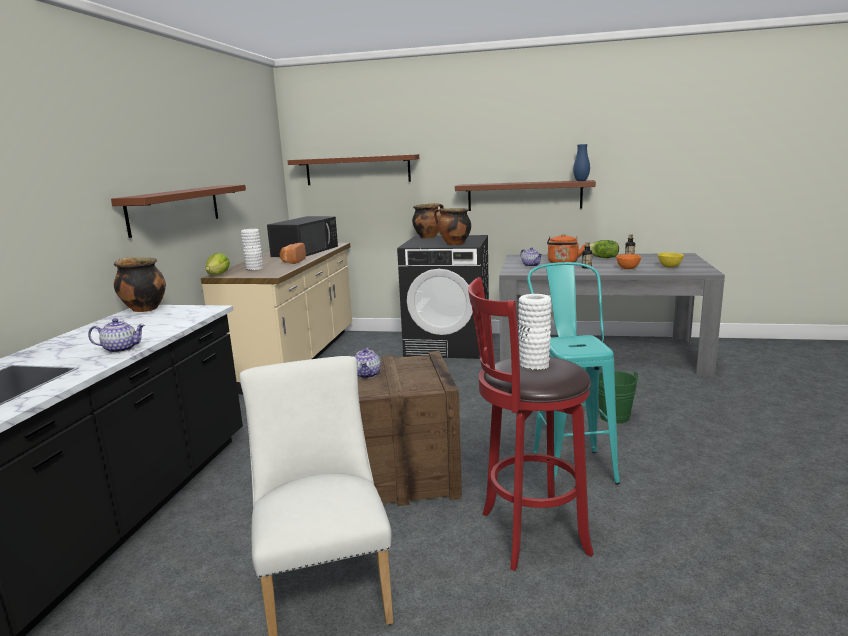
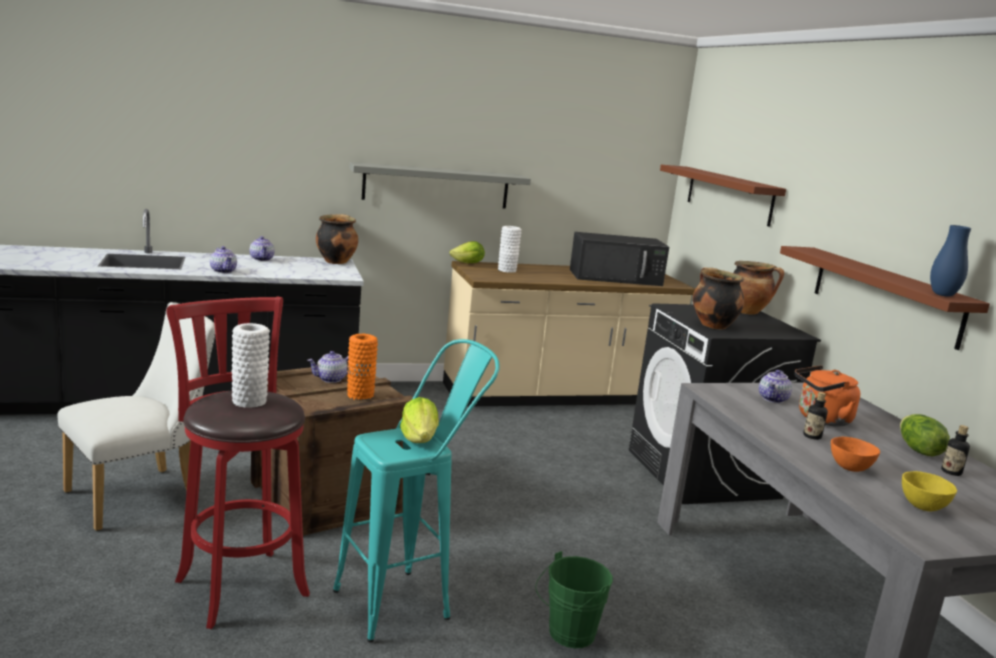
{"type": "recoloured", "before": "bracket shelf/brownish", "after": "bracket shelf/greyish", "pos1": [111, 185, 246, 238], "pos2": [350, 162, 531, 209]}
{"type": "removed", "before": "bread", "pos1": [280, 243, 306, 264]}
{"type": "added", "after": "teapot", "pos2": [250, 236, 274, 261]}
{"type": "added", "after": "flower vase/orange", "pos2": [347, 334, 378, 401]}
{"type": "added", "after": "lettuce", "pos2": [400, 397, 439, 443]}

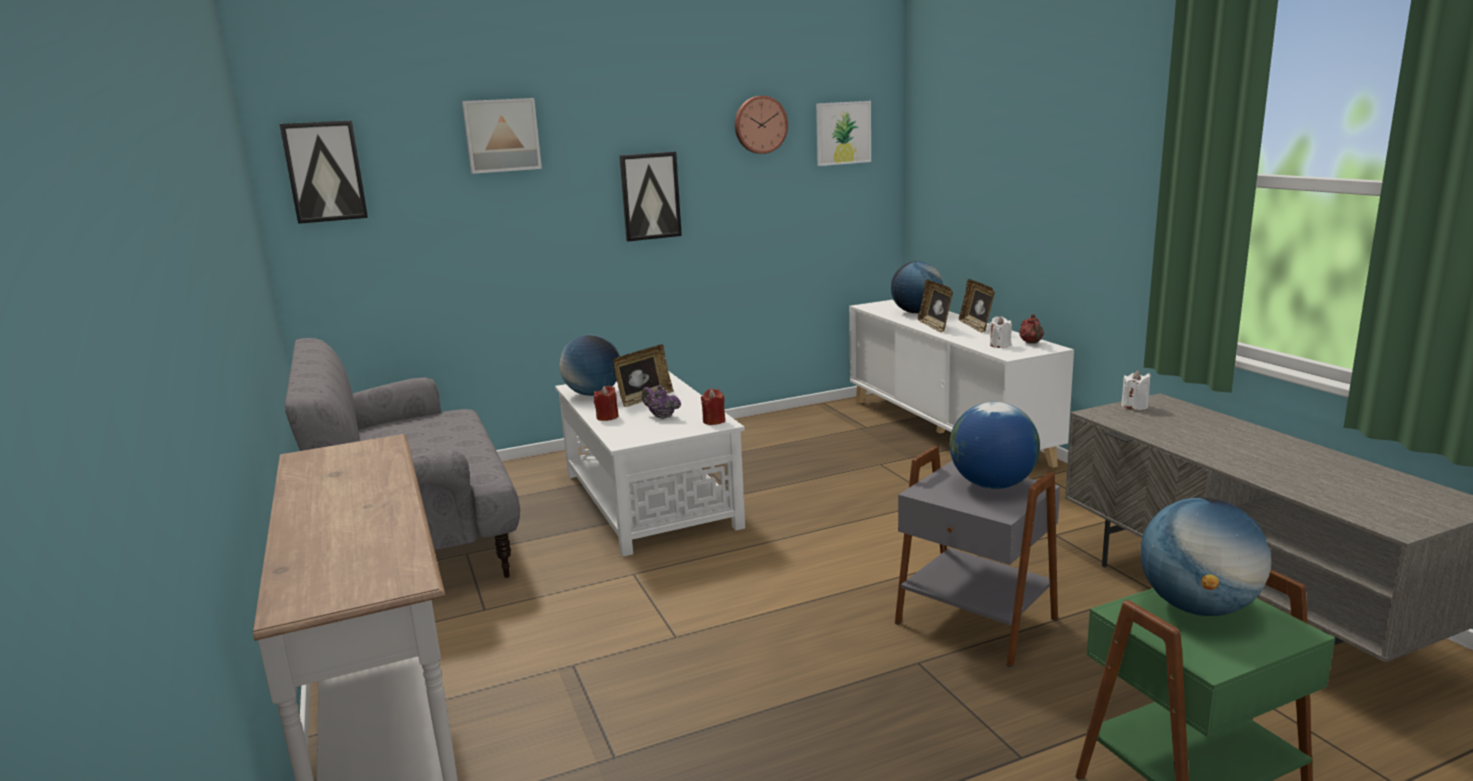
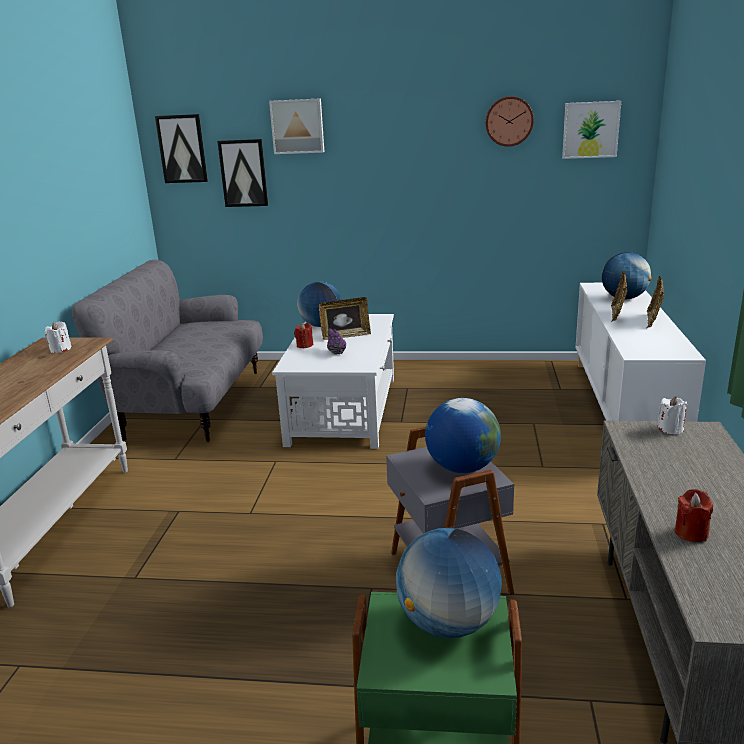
{"type": "moved", "before": "picture", "pos1": [619, 152, 682, 241], "pos2": [217, 139, 268, 207]}
{"type": "removed", "before": "teapot/red", "pos1": [1019, 314, 1044, 344]}
{"type": "moved", "before": "wax candle/white-coloured", "pos1": [989, 316, 1012, 348], "pos2": [45, 321, 71, 353]}
{"type": "moved", "before": "wax candle/red", "pos1": [701, 389, 725, 425], "pos2": [675, 489, 713, 542]}

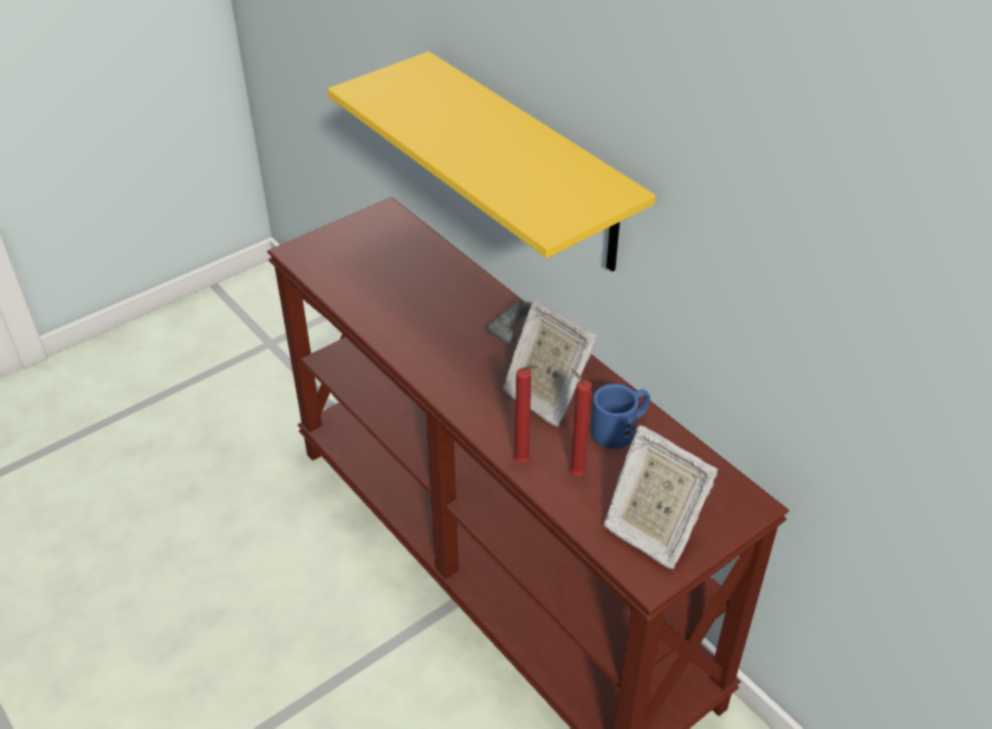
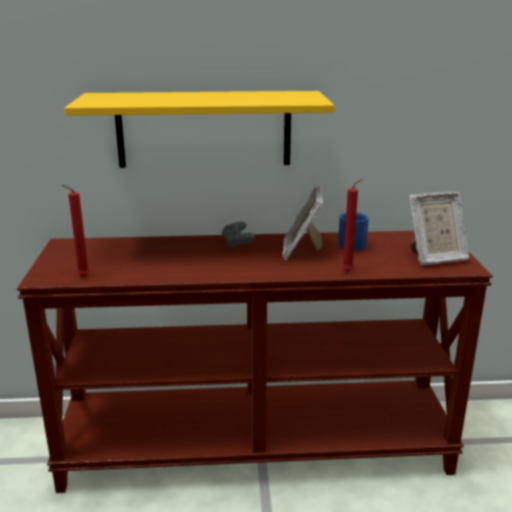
{"type": "turned", "before": "picture frame", "pos1": [502, 299, 597, 427], "pos2": [282, 185, 323, 260], "turn": 105}
{"type": "moved", "before": "wax candle/red", "pos1": [569, 368, 592, 476], "pos2": [62, 185, 89, 276]}

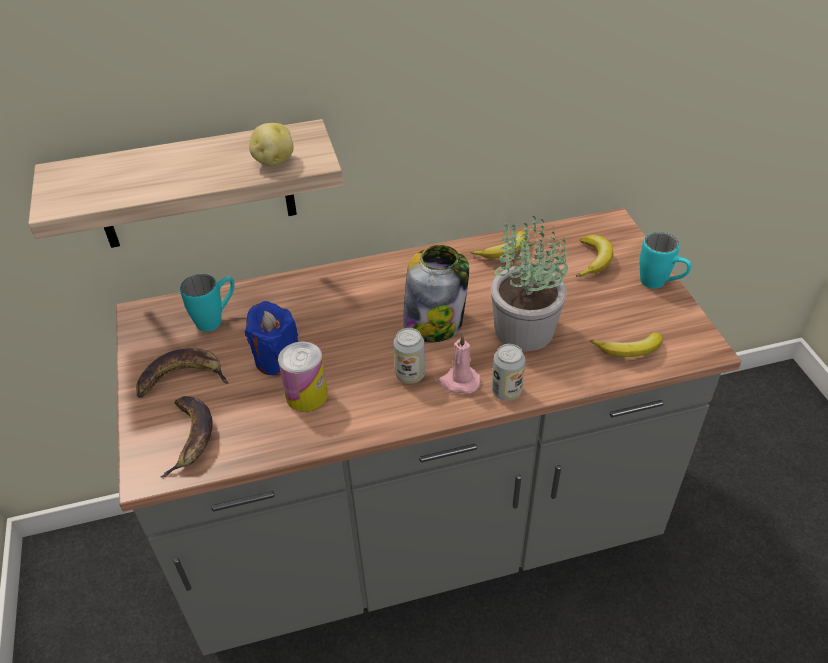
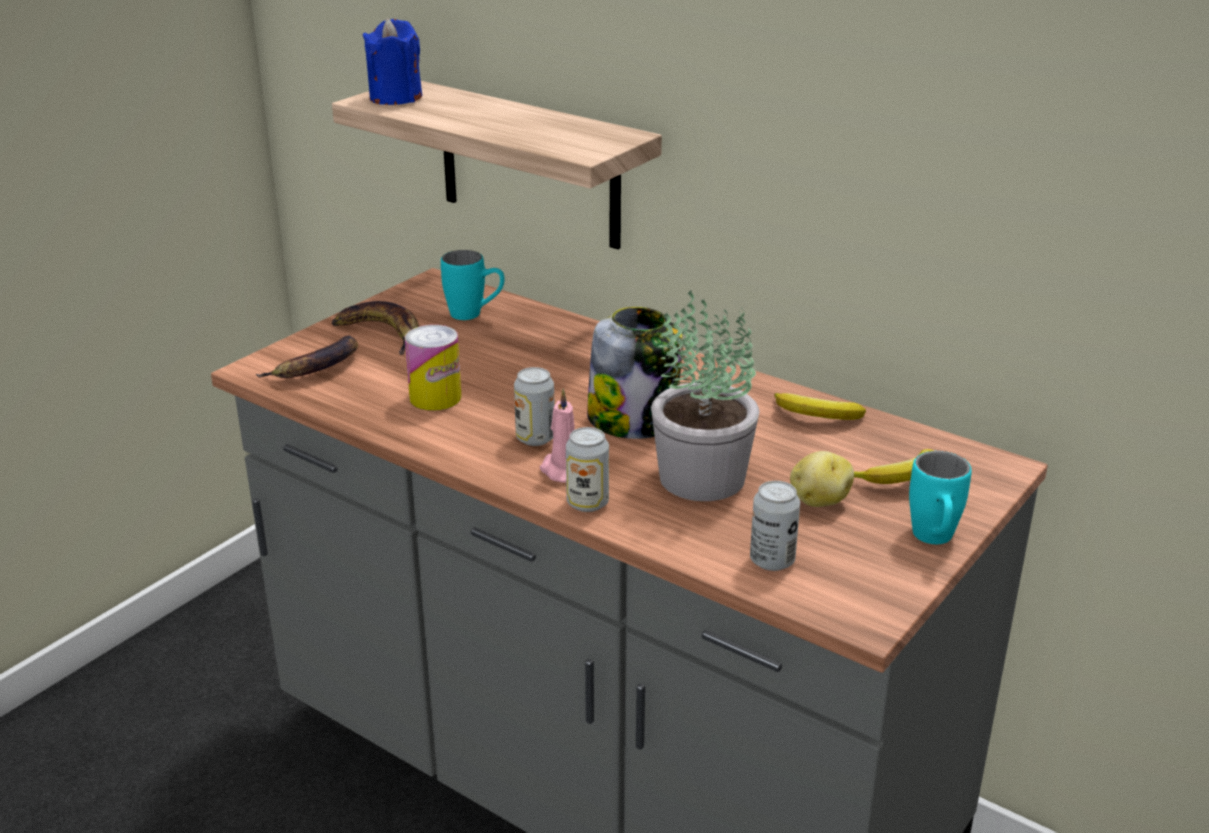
{"type": "moved", "before": "potato", "pos1": [249, 123, 294, 167], "pos2": [790, 451, 854, 507]}
{"type": "moved", "before": "wax candle/bluish", "pos1": [245, 301, 299, 375], "pos2": [363, 18, 422, 105]}
{"type": "replaced", "before": "banana fruit", "after": "can", "pos1": [590, 332, 663, 357], "pos2": [750, 481, 800, 571]}

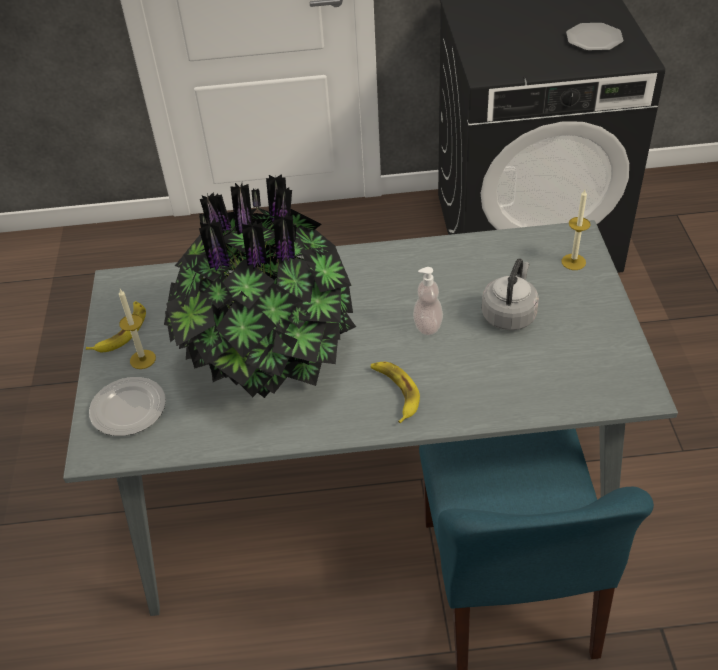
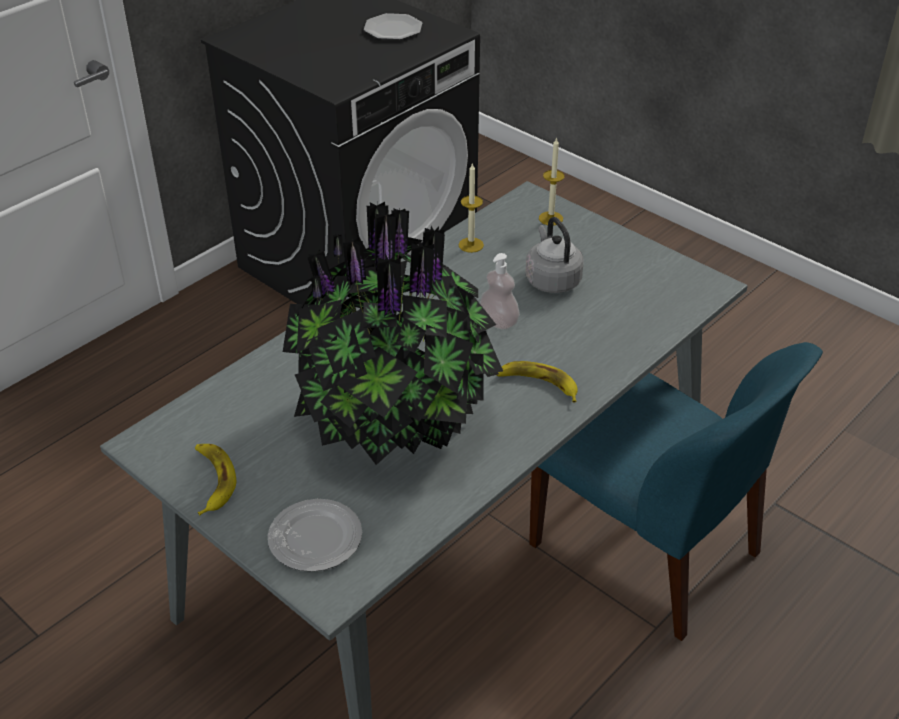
{"type": "moved", "before": "wax candle", "pos1": [119, 289, 156, 369], "pos2": [458, 163, 484, 253]}

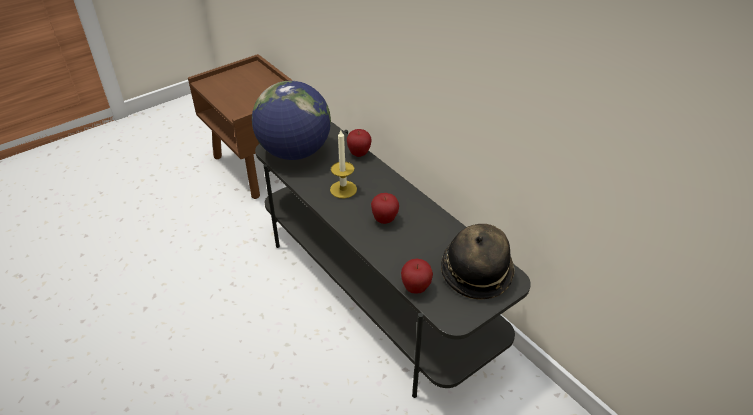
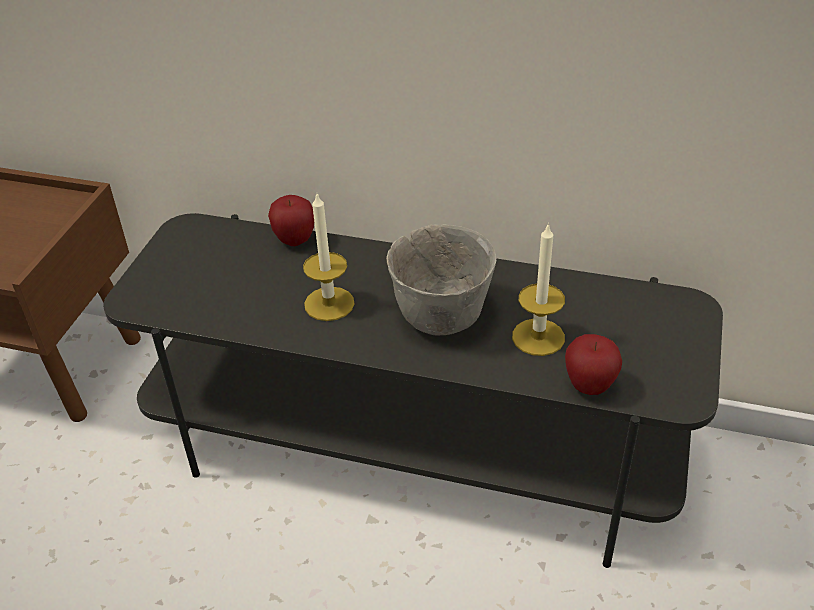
{"type": "removed", "before": "world globe", "pos1": [252, 81, 331, 160]}
{"type": "replaced", "before": "whole apple", "after": "serving bowl/greyish", "pos1": [371, 193, 399, 224], "pos2": [386, 224, 496, 336]}
{"type": "removed", "before": "hat", "pos1": [441, 224, 514, 300]}
{"type": "added", "after": "wax candle", "pos2": [512, 223, 565, 356]}

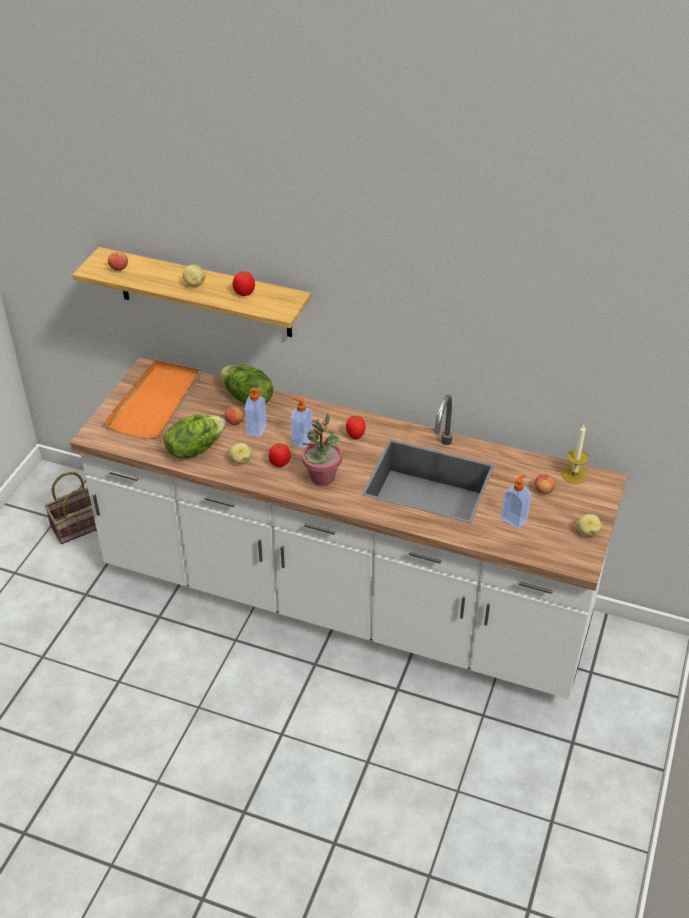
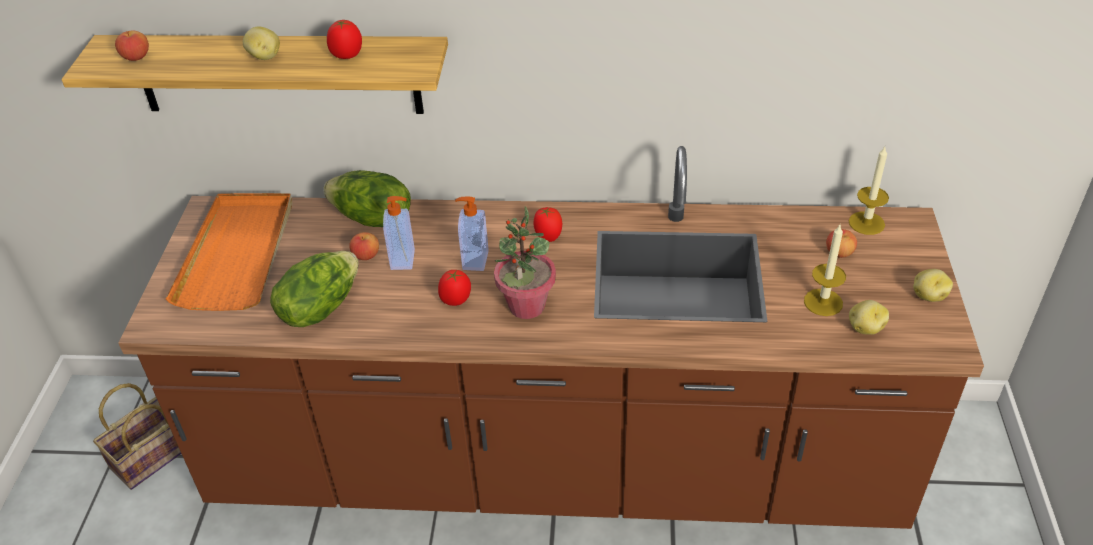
{"type": "recoloured", "before": "kitchen counter/white-coloured", "after": "kitchen counter/brownish", "pos1": [70, 357, 627, 699], "pos2": [119, 146, 984, 529]}
{"type": "moved", "before": "potato", "pos1": [228, 443, 252, 464], "pos2": [849, 300, 889, 335]}
{"type": "replaced", "before": "soap dispenser", "after": "wax candle", "pos1": [501, 474, 531, 529], "pos2": [804, 225, 846, 316]}

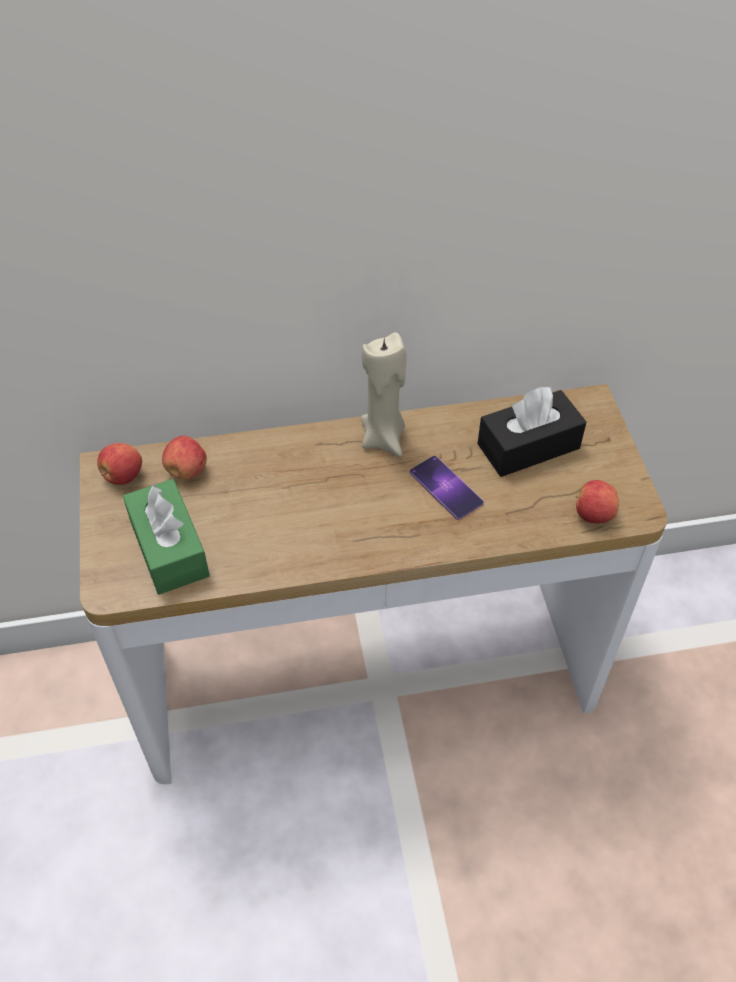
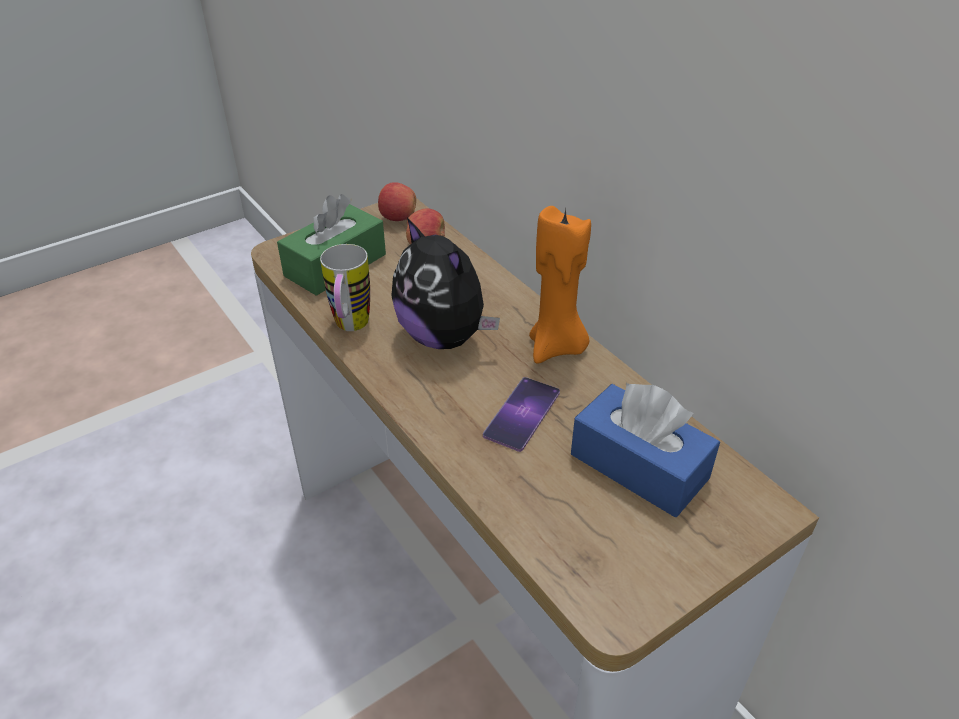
{"type": "recoloured", "before": "wax candle/beige-coloured", "after": "wax candle/orange", "pos1": [361, 333, 406, 457], "pos2": [529, 206, 591, 364]}
{"type": "recoloured", "before": "tissue box/black-coloured", "after": "tissue box/bluish", "pos1": [478, 387, 587, 477], "pos2": [571, 383, 720, 517]}
{"type": "removed", "before": "whole apple", "pos1": [576, 480, 619, 523]}
{"type": "added", "after": "soft toy", "pos2": [391, 218, 500, 349]}
{"type": "added", "after": "coffee mug", "pos2": [320, 244, 370, 331]}

